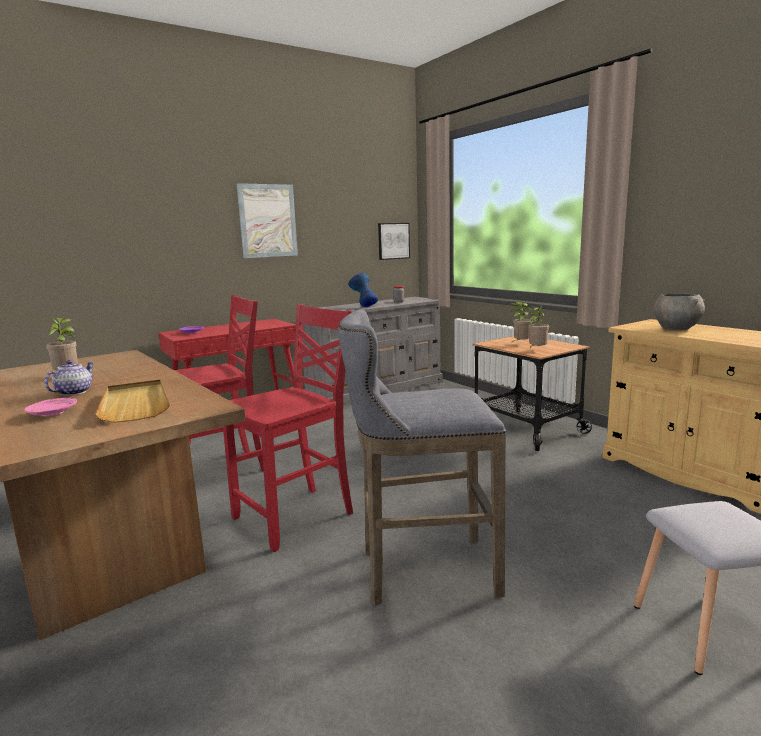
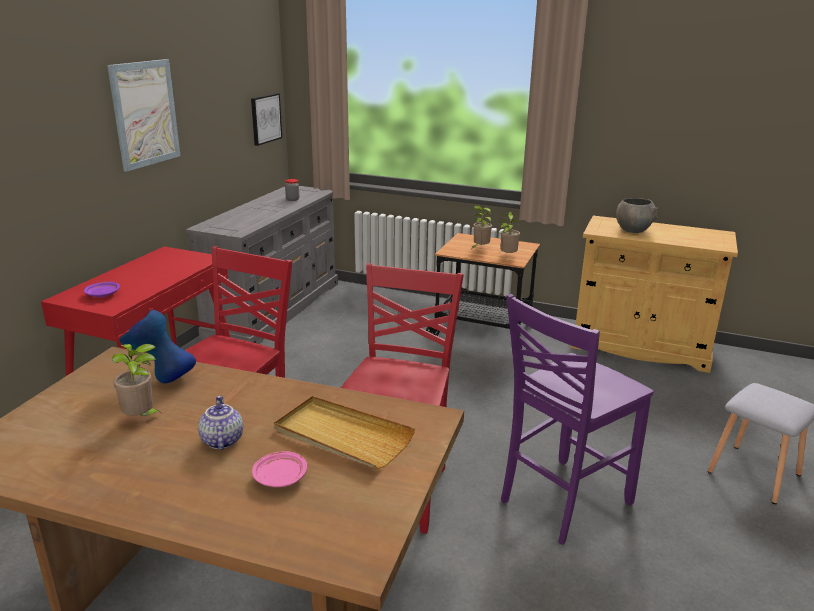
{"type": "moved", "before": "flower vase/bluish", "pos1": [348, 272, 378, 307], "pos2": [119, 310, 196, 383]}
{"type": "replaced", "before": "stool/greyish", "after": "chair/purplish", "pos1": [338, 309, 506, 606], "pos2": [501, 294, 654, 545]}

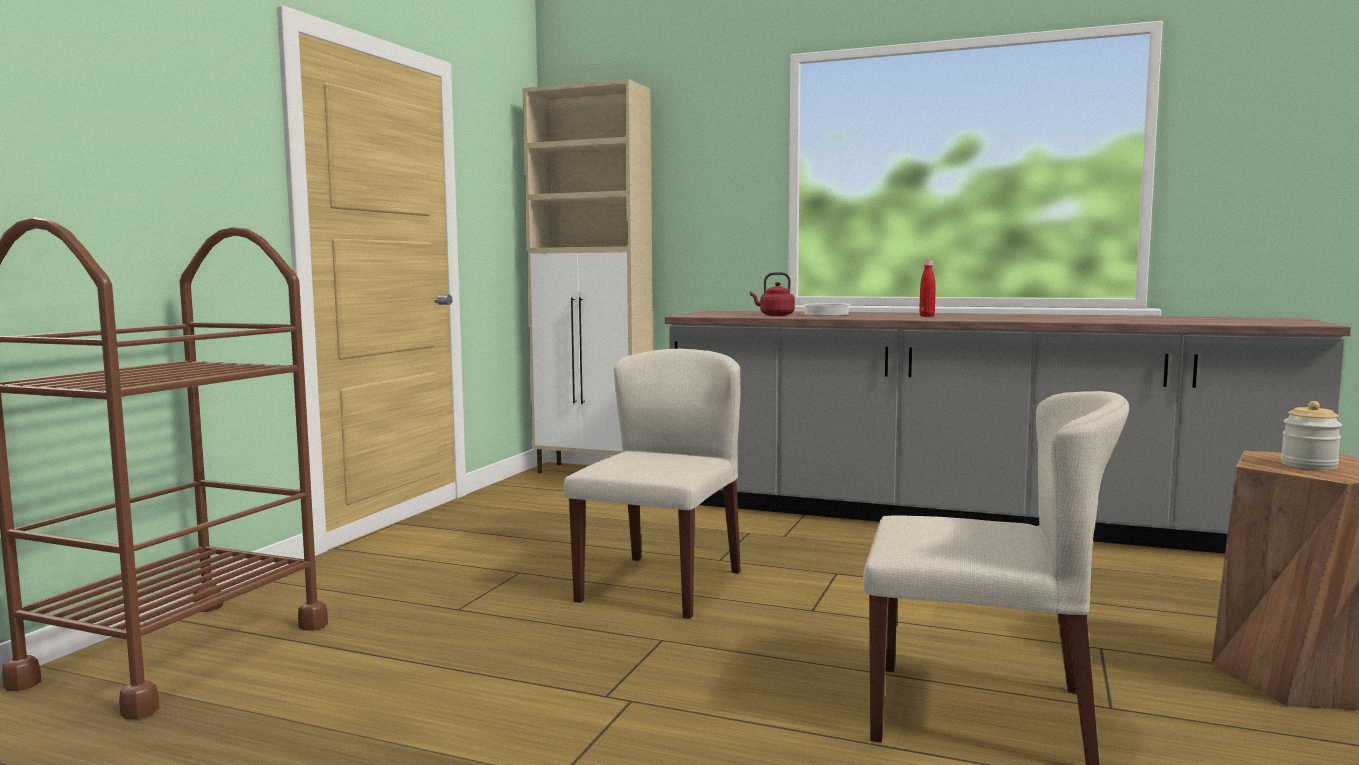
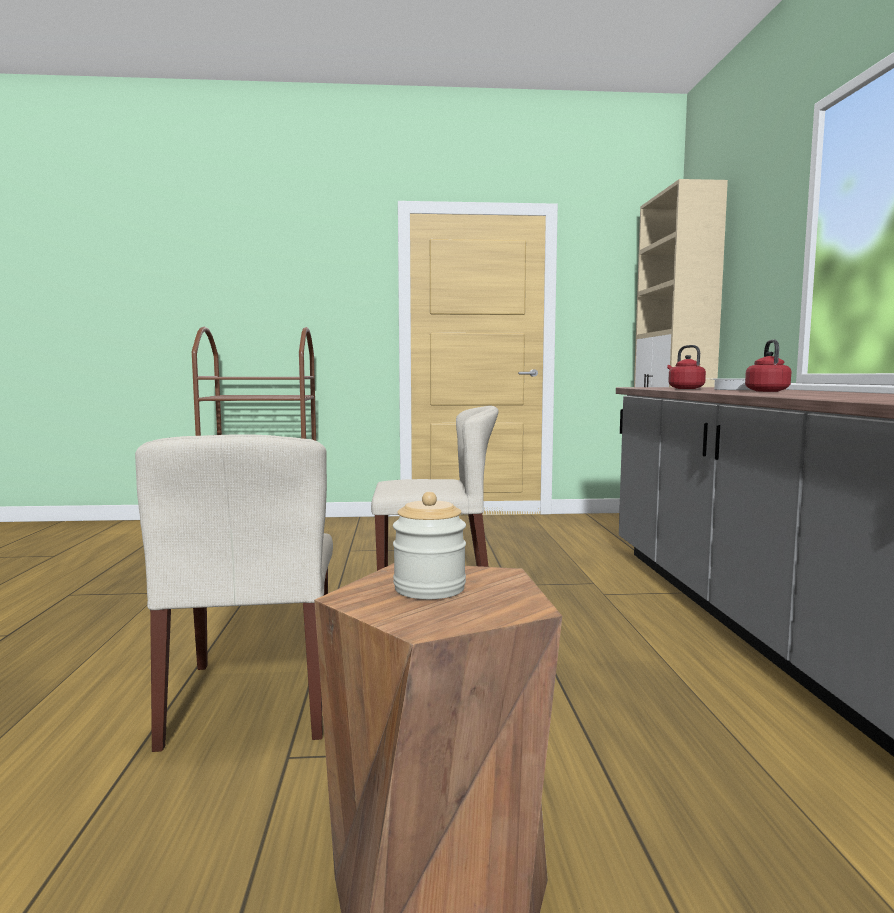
{"type": "removed", "before": "beverage bottle/red", "pos1": [919, 260, 936, 317]}
{"type": "added", "after": "tea kettle/red", "pos2": [745, 339, 791, 392]}

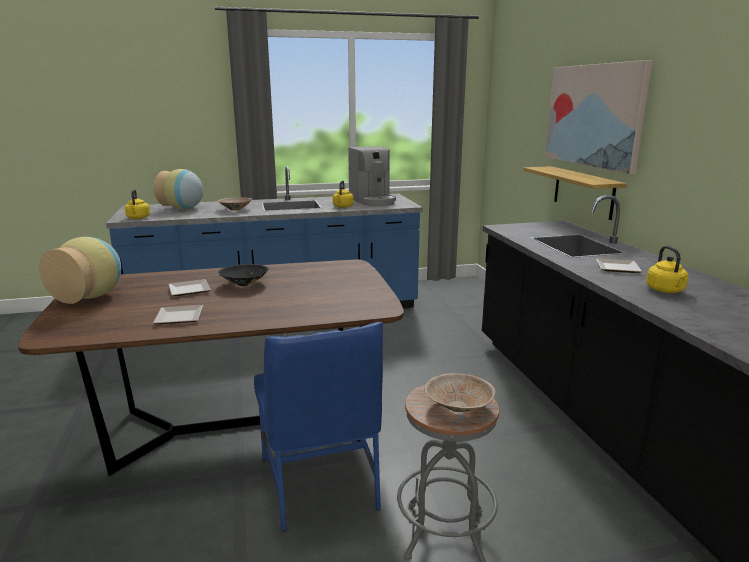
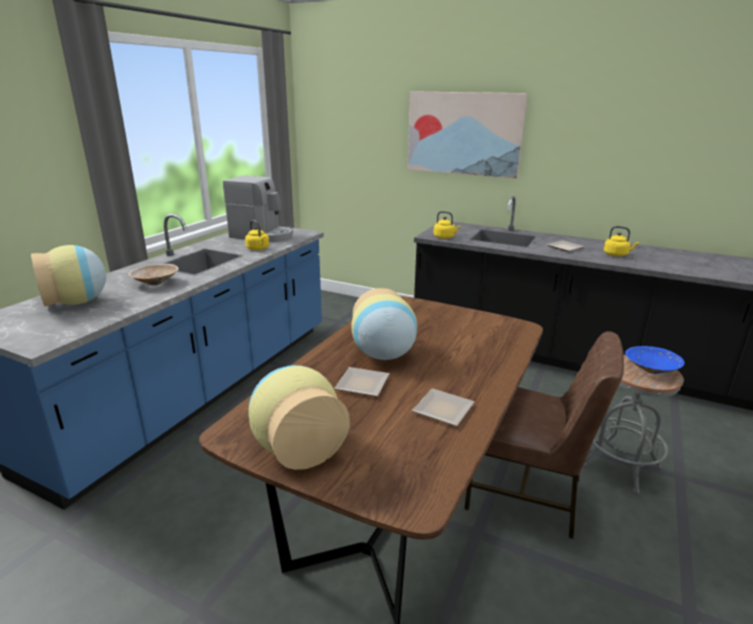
{"type": "removed", "before": "bracket shelf", "pos1": [523, 166, 627, 220]}
{"type": "moved", "before": "tea kettle/yellow", "pos1": [125, 189, 150, 219], "pos2": [433, 211, 461, 239]}
{"type": "replaced", "before": "serving bowl/black-coloured", "after": "flower vase", "pos1": [218, 264, 269, 286], "pos2": [351, 288, 417, 360]}
{"type": "recoloured", "before": "chair/bluish", "after": "chair/brownish", "pos1": [254, 322, 383, 532], "pos2": [465, 331, 624, 539]}
{"type": "recoloured", "before": "serving bowl/beige-coloured", "after": "serving bowl/bluish", "pos1": [424, 373, 495, 412], "pos2": [625, 346, 685, 374]}

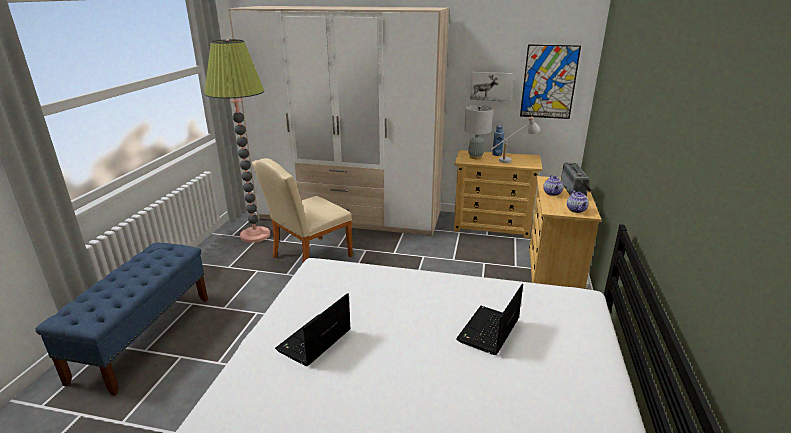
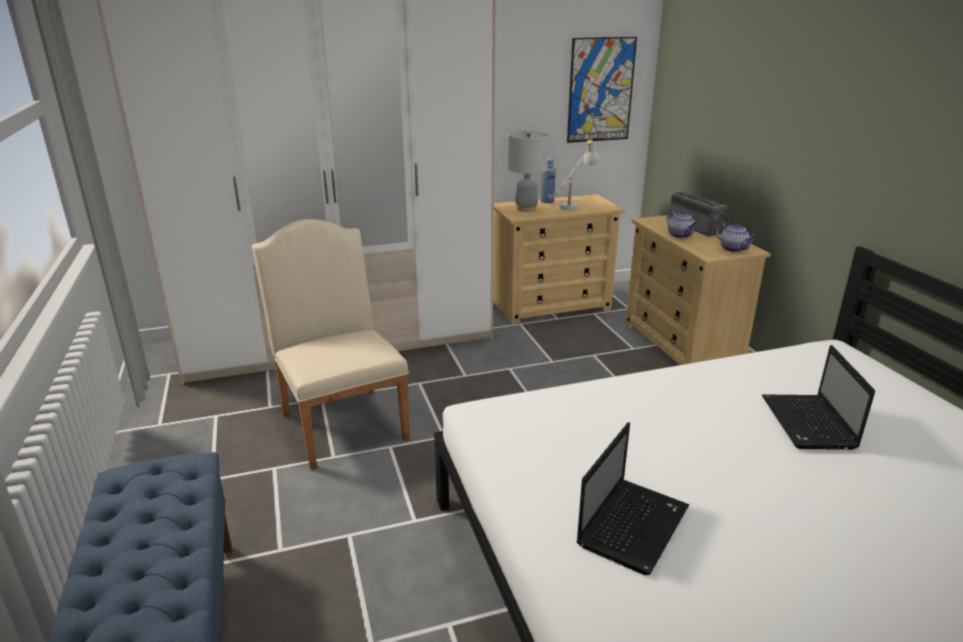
{"type": "removed", "before": "standing lamp", "pos1": [204, 39, 270, 243]}
{"type": "removed", "before": "picture", "pos1": [470, 72, 513, 102]}
{"type": "turned", "before": "chair/beige-coloured", "pos1": [252, 158, 353, 262], "pos2": [252, 219, 410, 470], "turn": 135}
{"type": "turned", "before": "portable computer", "pos1": [275, 293, 351, 366], "pos2": [577, 422, 689, 575], "turn": -150}

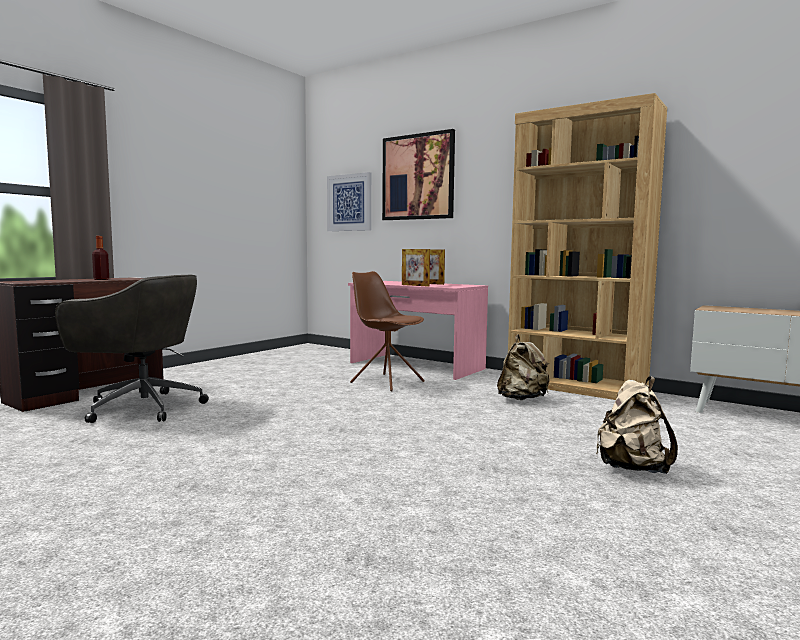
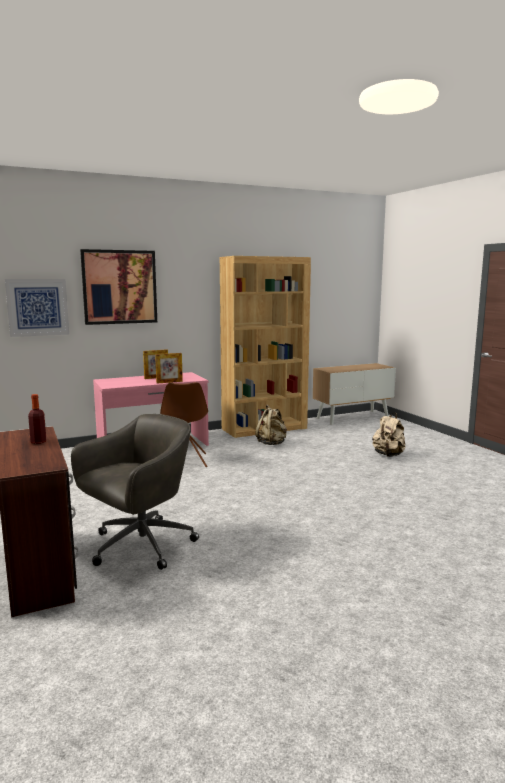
{"type": "turned", "before": "chair/brownish", "pos1": [350, 271, 425, 391], "pos2": [160, 382, 208, 467], "turn": -75}

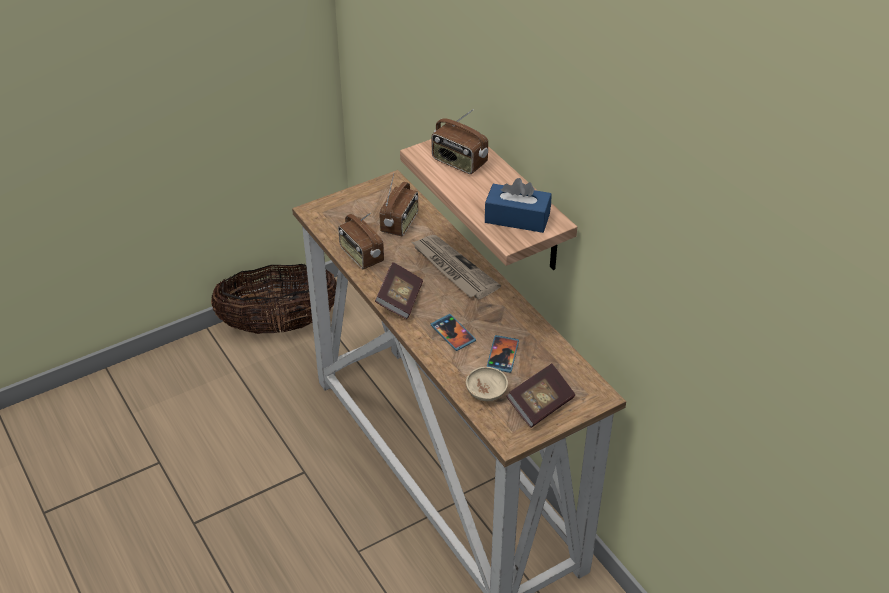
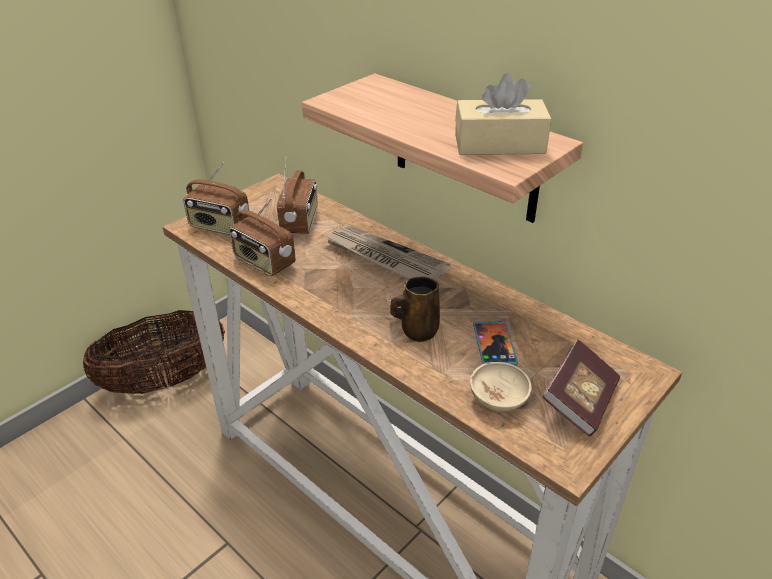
{"type": "moved", "before": "radio", "pos1": [432, 109, 488, 174], "pos2": [183, 162, 249, 235]}
{"type": "recoloured", "before": "tissue box/bluish", "after": "tissue box/beige-coloured", "pos1": [485, 178, 552, 233], "pos2": [455, 73, 552, 155]}
{"type": "removed", "before": "bound book", "pos1": [375, 262, 423, 319]}
{"type": "replaced", "before": "handset", "after": "coffee mug/brownish", "pos1": [431, 314, 476, 351], "pos2": [390, 276, 440, 342]}

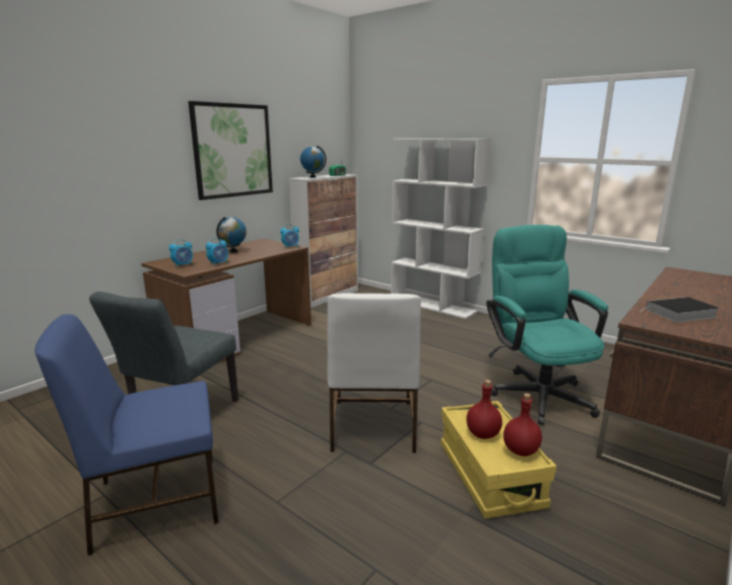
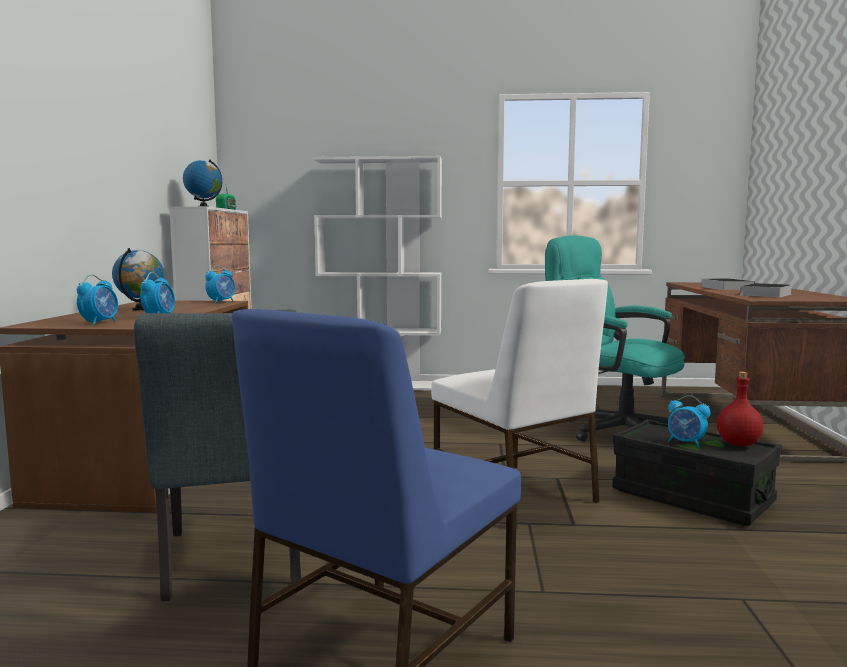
{"type": "removed", "before": "picture", "pos1": [188, 101, 273, 200]}
{"type": "replaced", "before": "beverage bottle/red", "after": "bedside clock", "pos1": [466, 380, 502, 439], "pos2": [668, 395, 711, 447]}
{"type": "recoloured", "before": "storage box/yellow", "after": "storage box/black-coloured", "pos1": [441, 401, 557, 519], "pos2": [612, 419, 782, 526]}
{"type": "added", "after": "bound book", "pos2": [701, 278, 755, 290]}

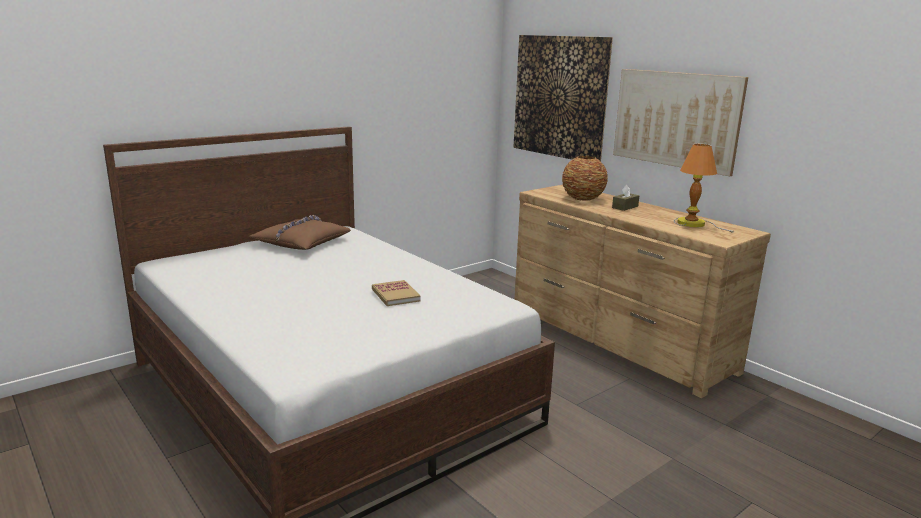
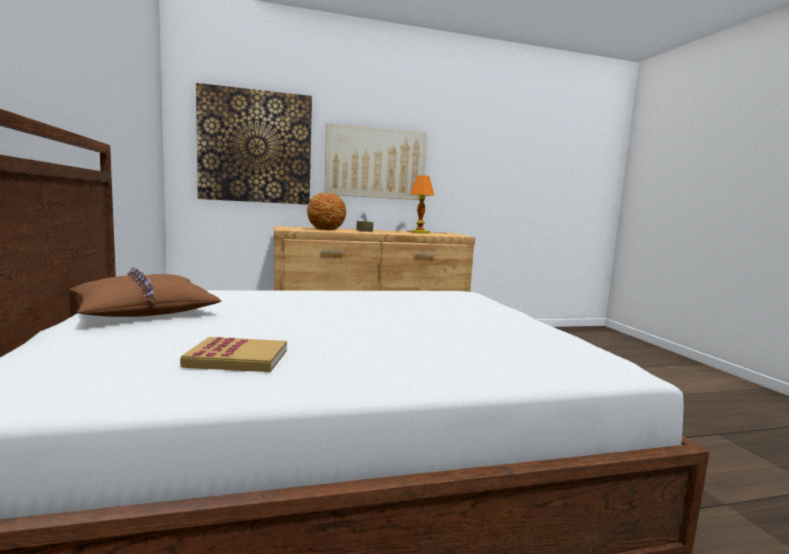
{"type": "moved", "before": "bound book", "pos1": [372, 280, 421, 306], "pos2": [180, 337, 287, 372]}

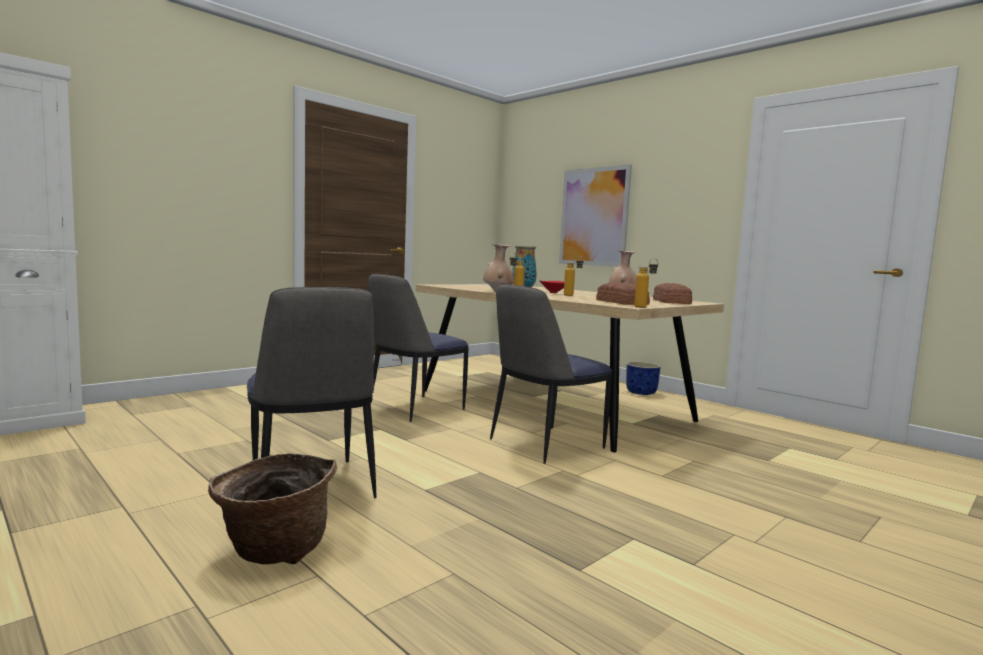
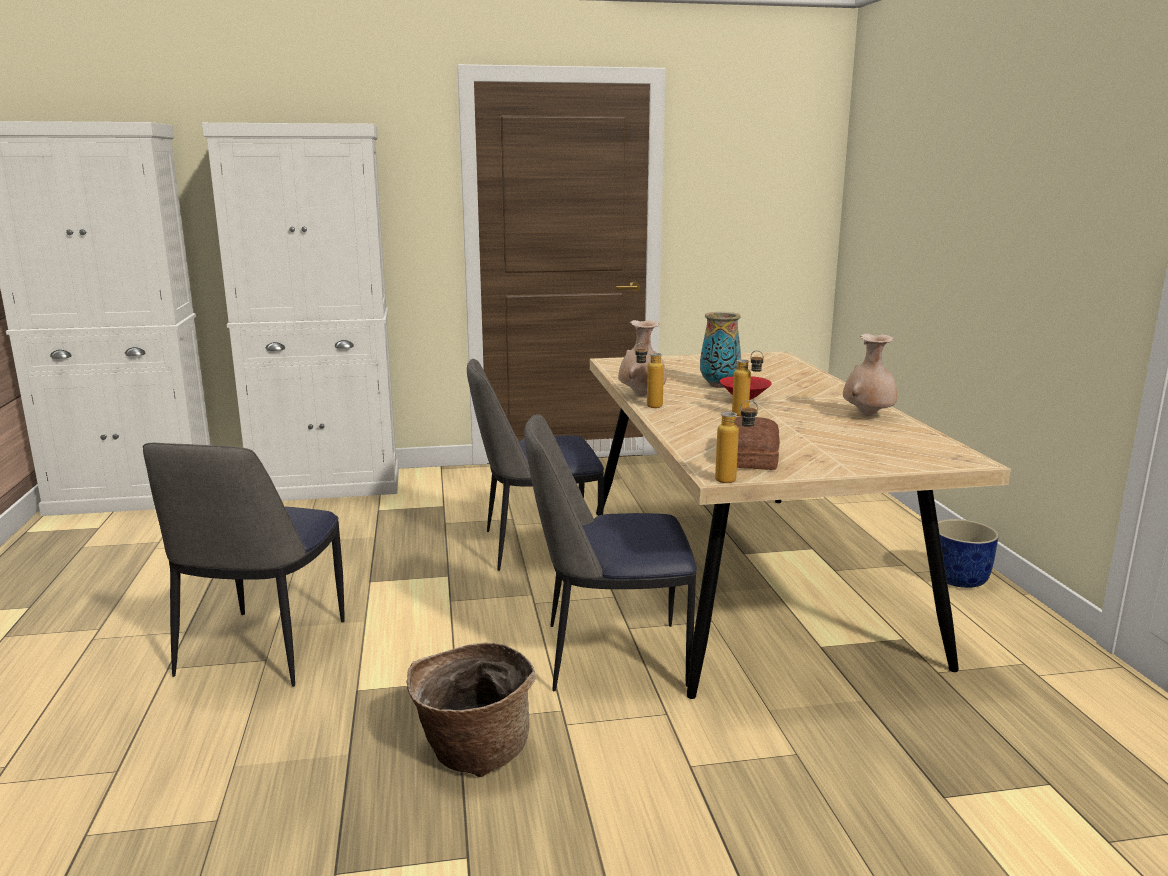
{"type": "removed", "before": "picture", "pos1": [559, 165, 632, 267]}
{"type": "removed", "before": "bread", "pos1": [653, 283, 692, 304]}
{"type": "moved", "before": "household basket", "pos1": [208, 453, 337, 564], "pos2": [406, 643, 536, 777]}
{"type": "added", "after": "storage cabinet/white-coloured", "pos2": [202, 123, 399, 501]}

